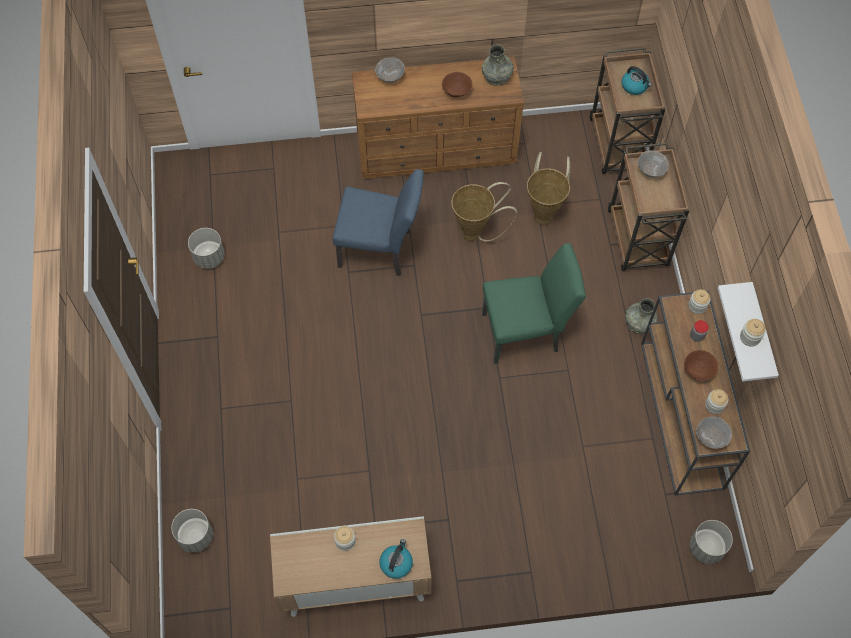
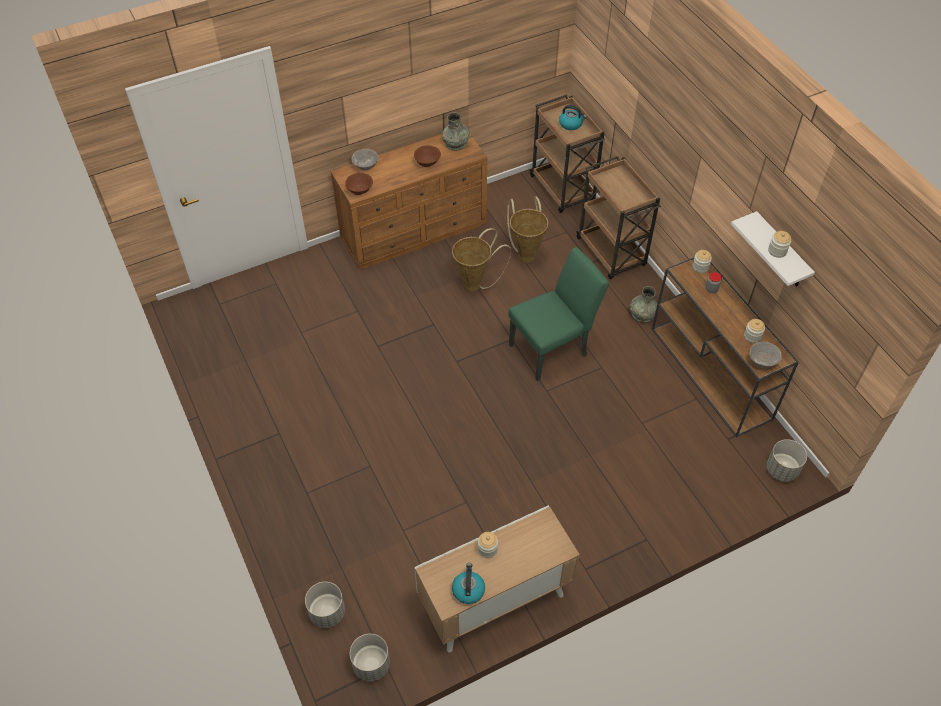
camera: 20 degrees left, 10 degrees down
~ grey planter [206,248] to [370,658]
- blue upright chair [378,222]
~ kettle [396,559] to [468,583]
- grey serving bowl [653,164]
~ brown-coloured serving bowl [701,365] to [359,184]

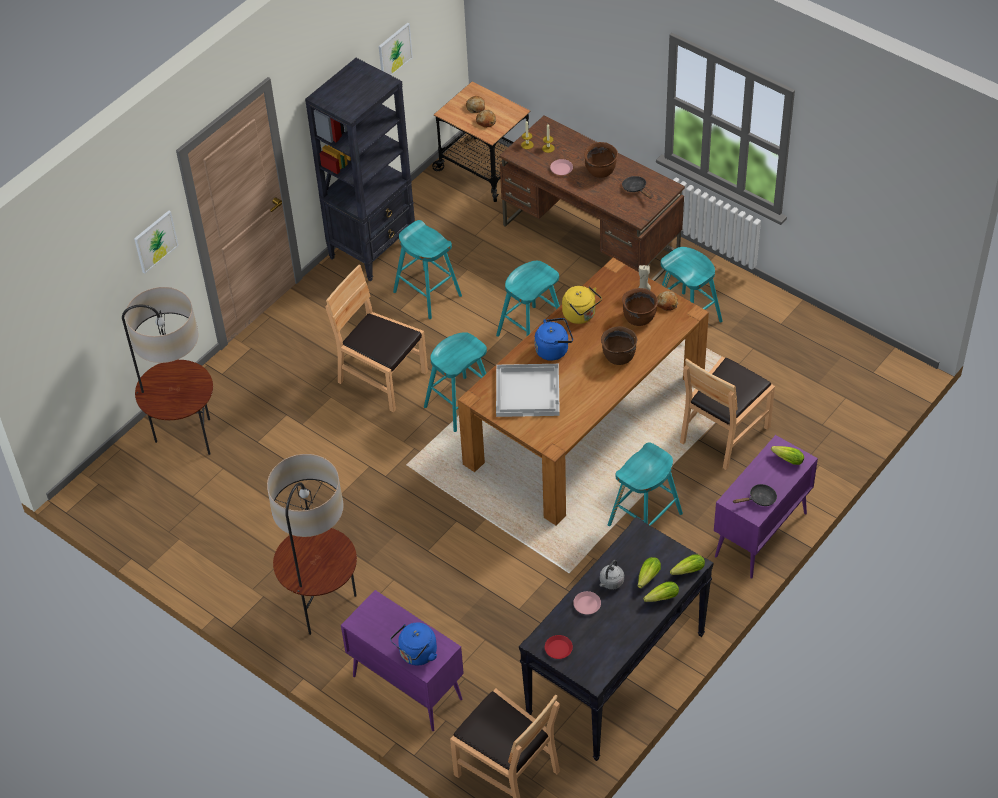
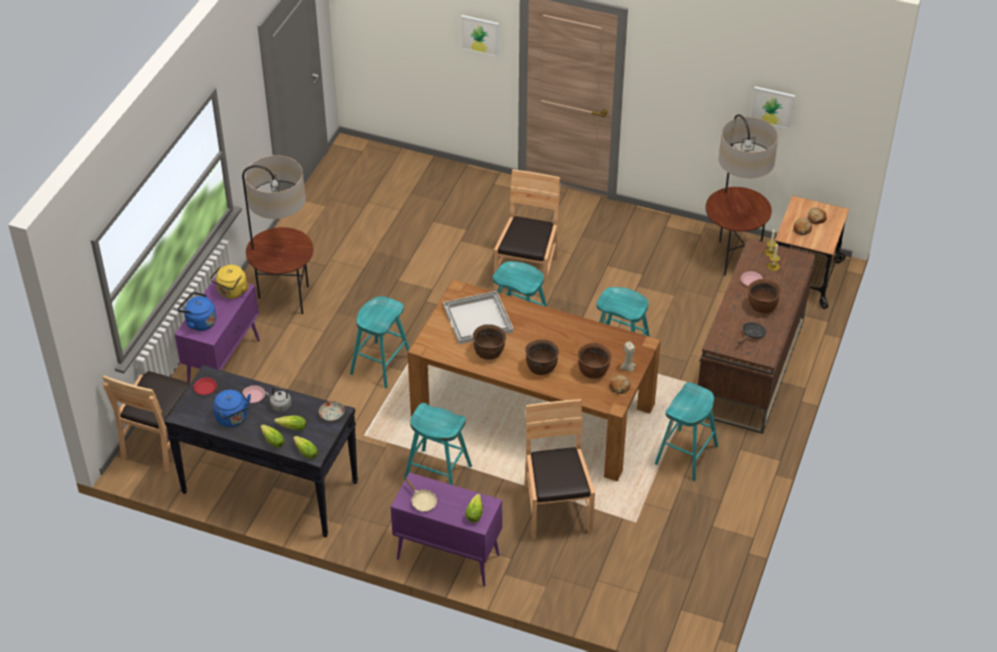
camera: 70 degrees right, 5 degrees down
~ floor lamp [167,371] to [742,195]
- black-coloured bookcase [360,170]
~ turquoise stool seat [427,269] to [380,342]
~ blue kettle [553,339] to [232,408]
~ yellow kettle [582,305] to [229,282]
~ brown-coloured upright chair [727,413] = [559,469] 60 degrees clockwise
~ black-coloured skillet [755,495] to beige-coloured skillet [421,495]
+ flat dish [332,411]
+ brown-coloured saucepot [489,342]

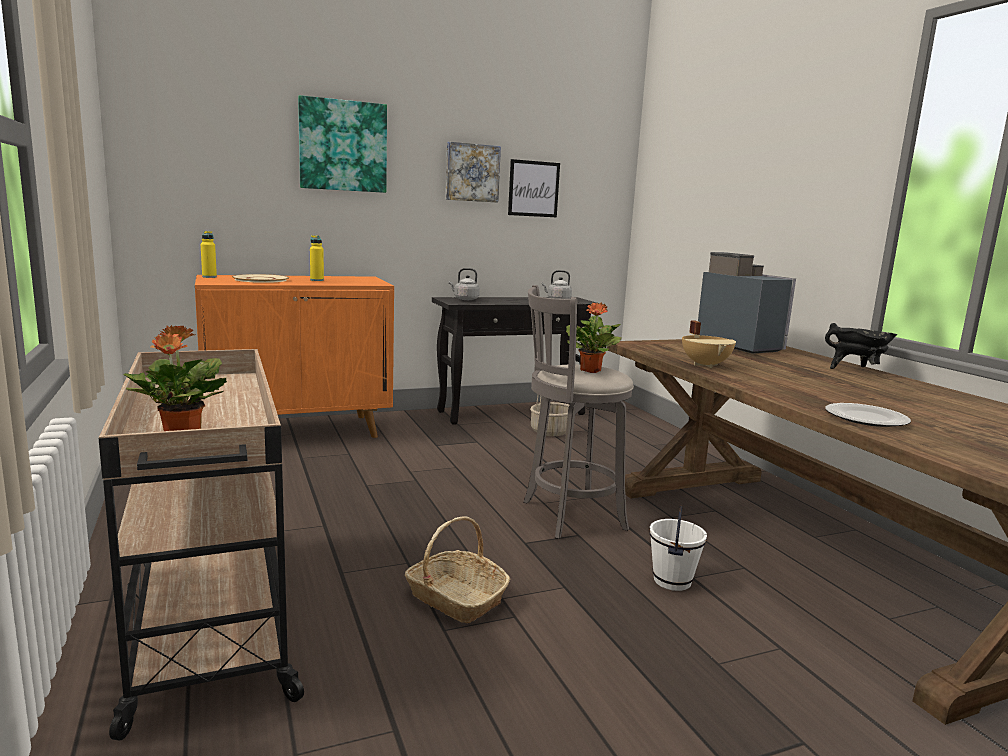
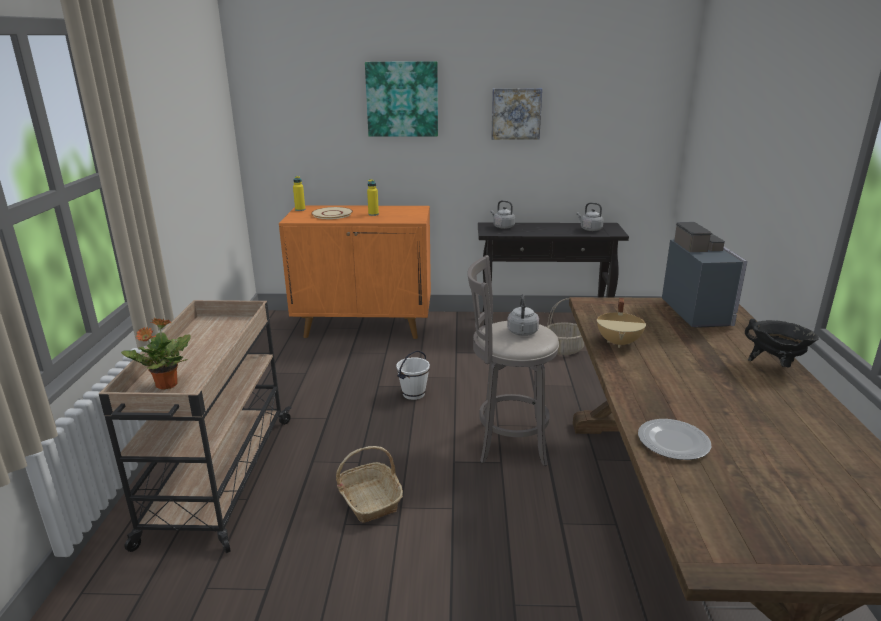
camera: 25 degrees right, 10 degrees up
- wall picture [534,188]
~ potted plant [594,338] to grey kettle [523,315]
~ whitish water bucket [678,548] to [413,375]

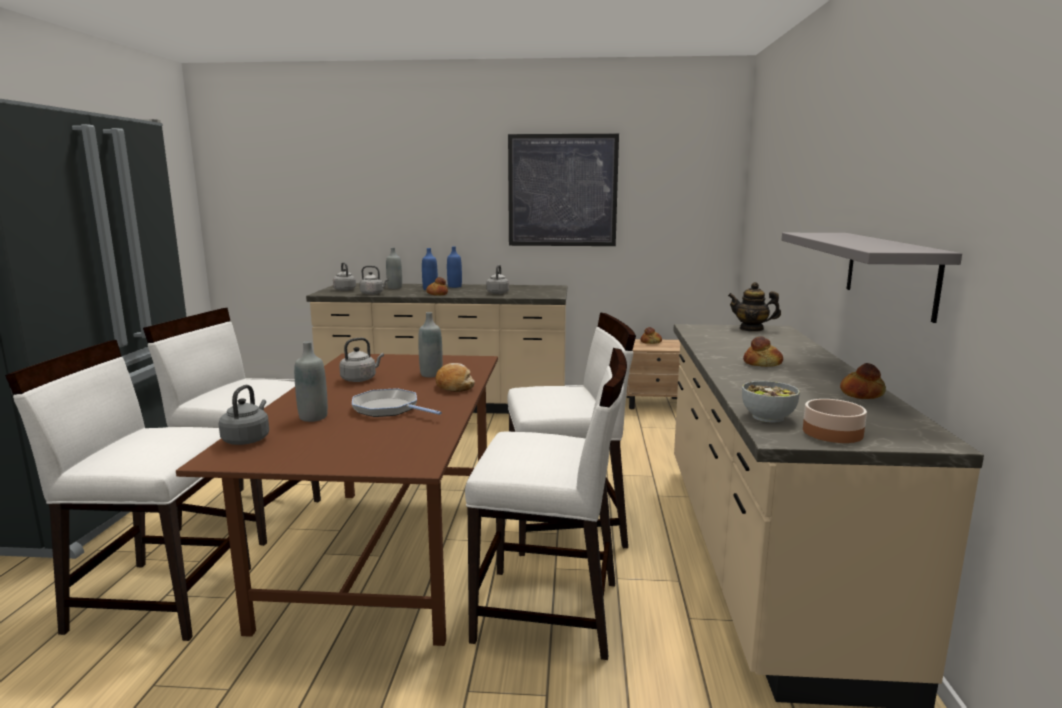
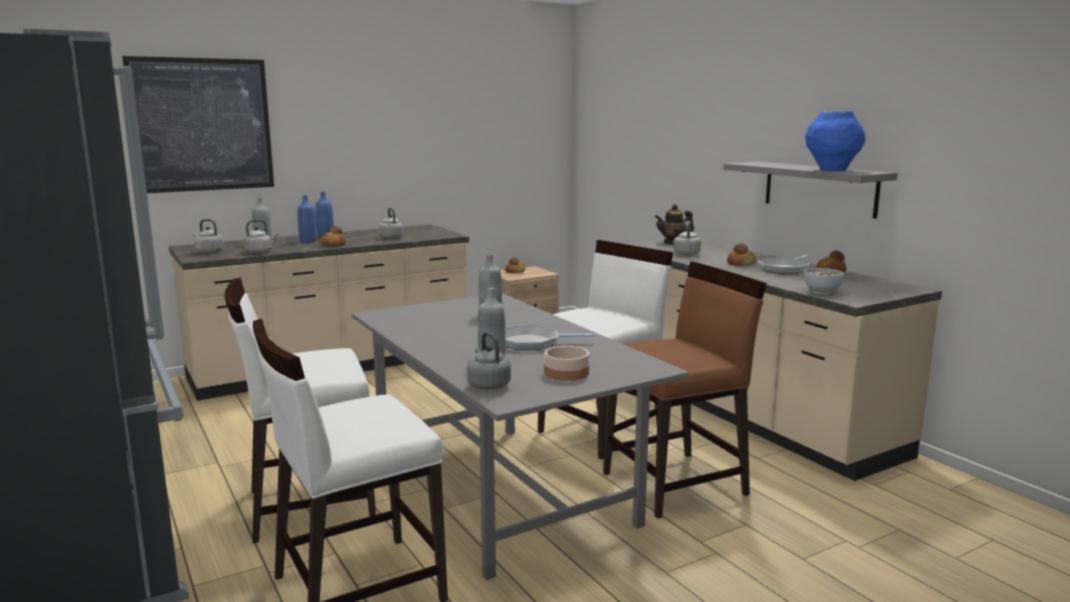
camera: 35 degrees left, 0 degrees up
~ brown-coloured dining table [337,499] to grey dining table [520,436]
~ grey kettle [361,360] to [687,238]
- baked bread [455,377]
~ whitish upright chair [546,504] to brown-coloured upright chair [685,390]
~ wall picture [563,190] to [198,124]
~ serving bowl [835,421] to [566,363]
+ skillet [783,264]
+ blue decorative vase [835,141]

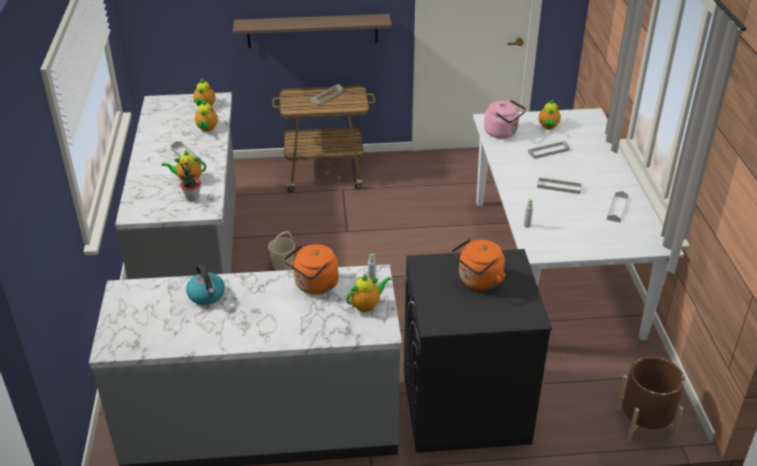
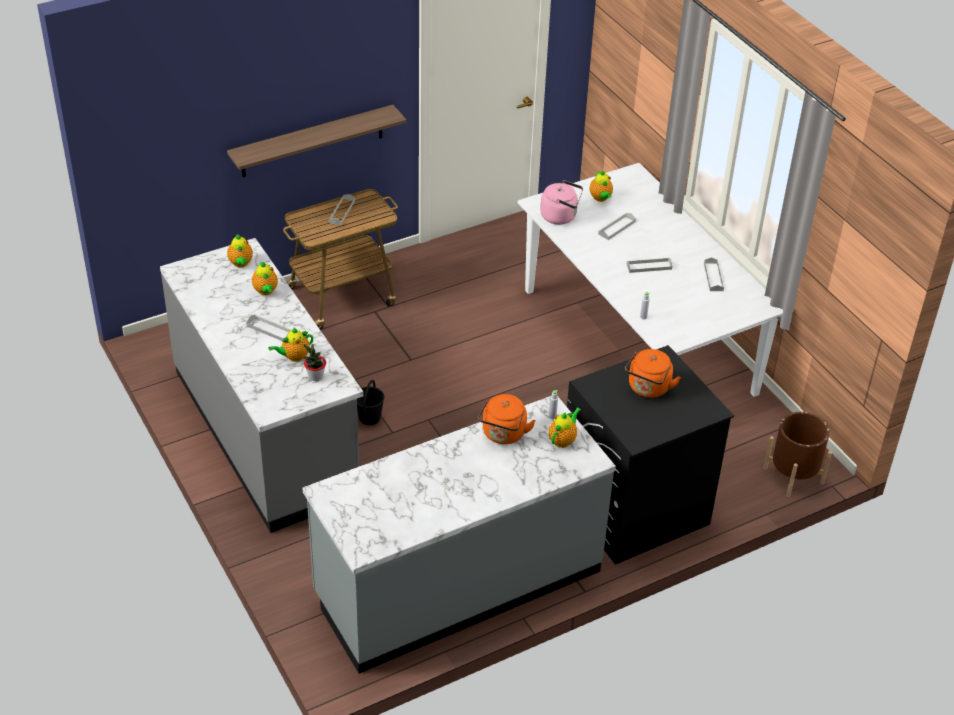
camera: 25 degrees left, 5 degrees up
- kettle [205,284]
~ beige-coloured water bucket [281,251] to black-coloured water bucket [370,402]

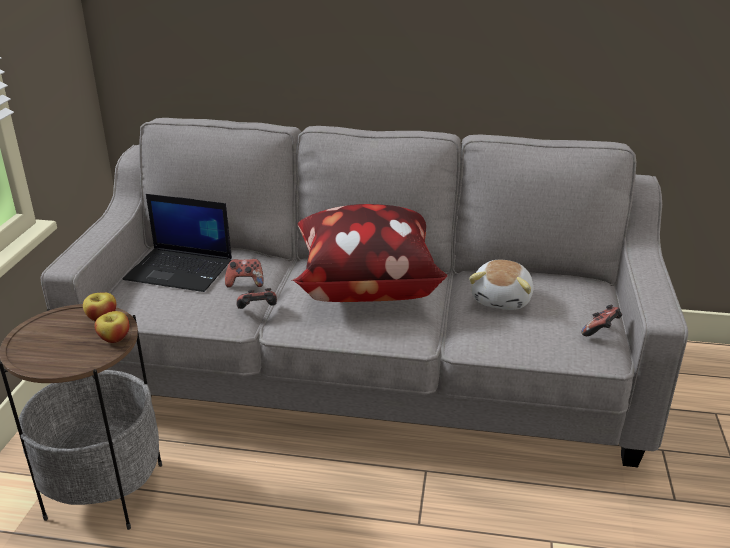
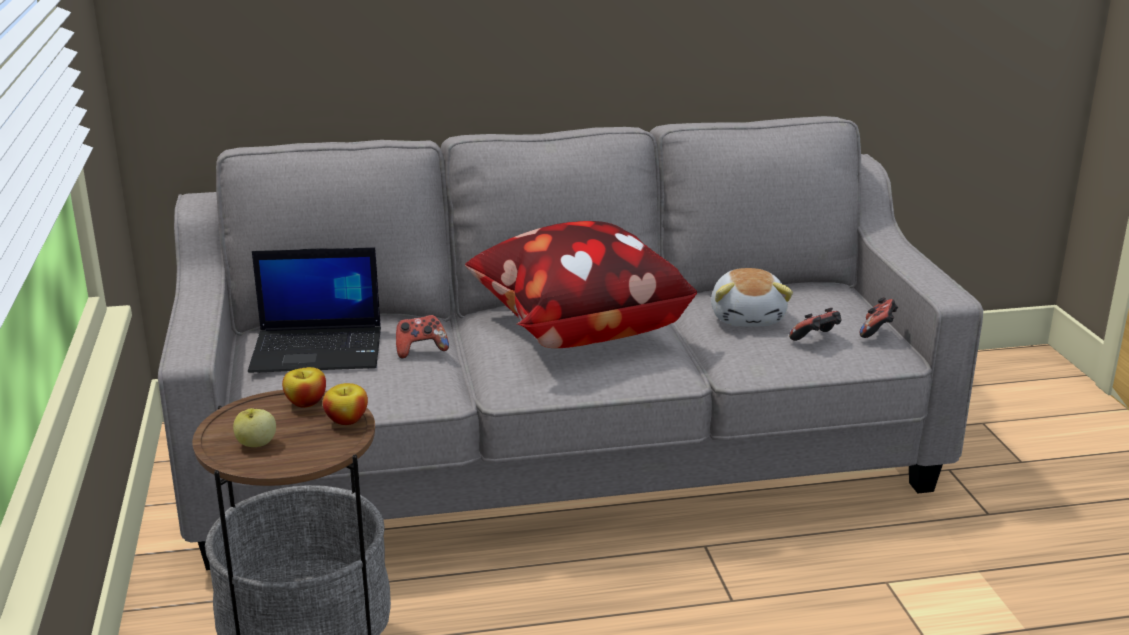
camera: 20 degrees left, 5 degrees down
~ game controller [256,298] to [815,324]
+ whole apple [254,427]

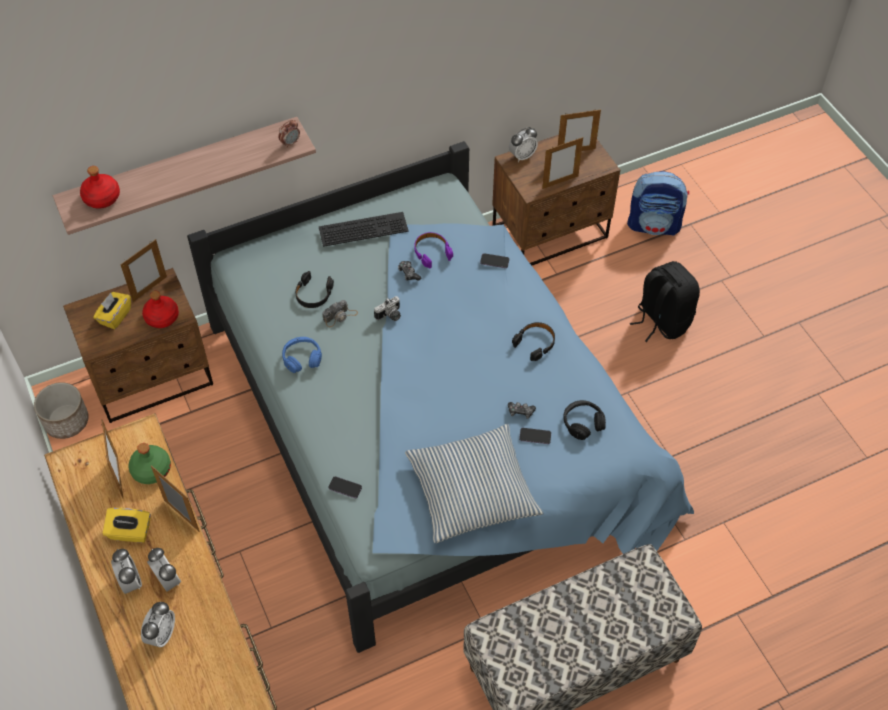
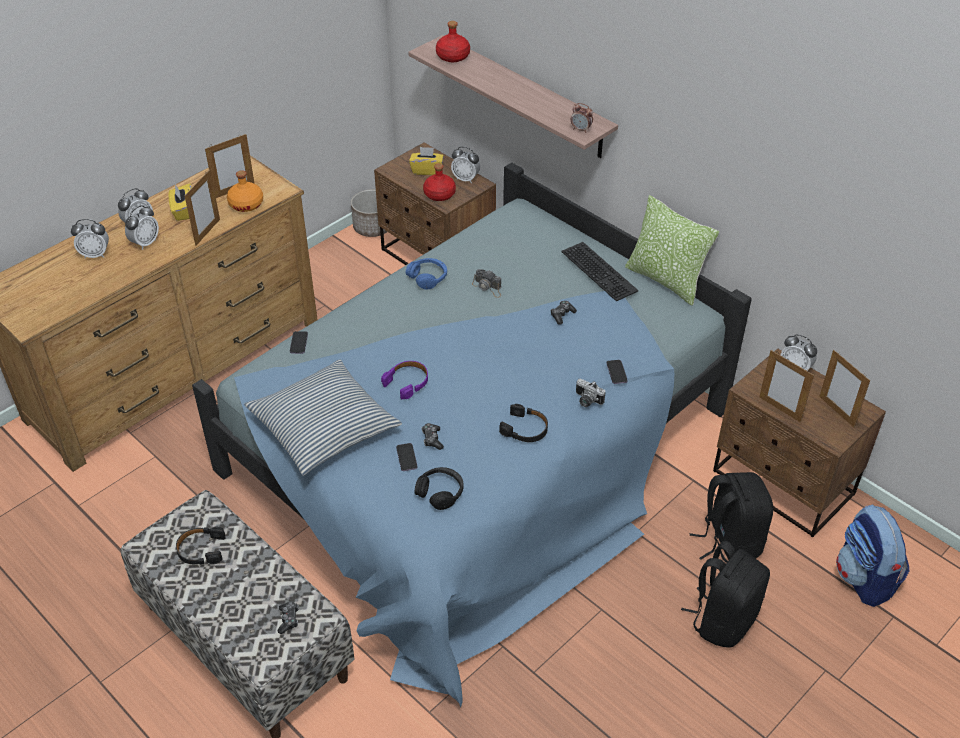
camera: 70 degrees right, 10 degrees down
~ picture frame [143,270] to table clock [465,165]
~ green-coloured beverage bottle [150,463] to orange beverage bottle [245,191]
~ black-coloured pair of headphones [314,289] to [201,546]
~ still camera [387,308] to [591,392]
~ purplish pair of headphones [433,250] to [404,380]
+ game controller [288,617]
+ pillow [672,250]
+ black-coloured rucksack [731,517]

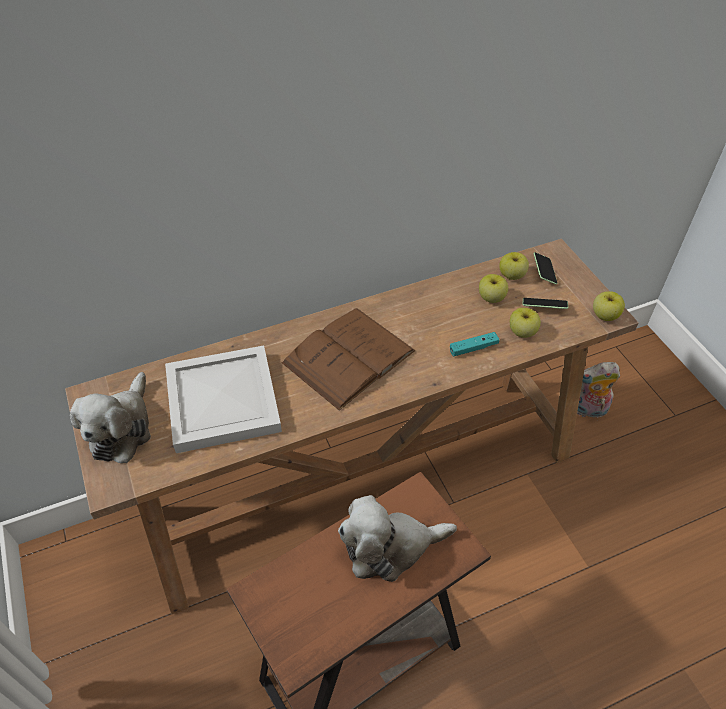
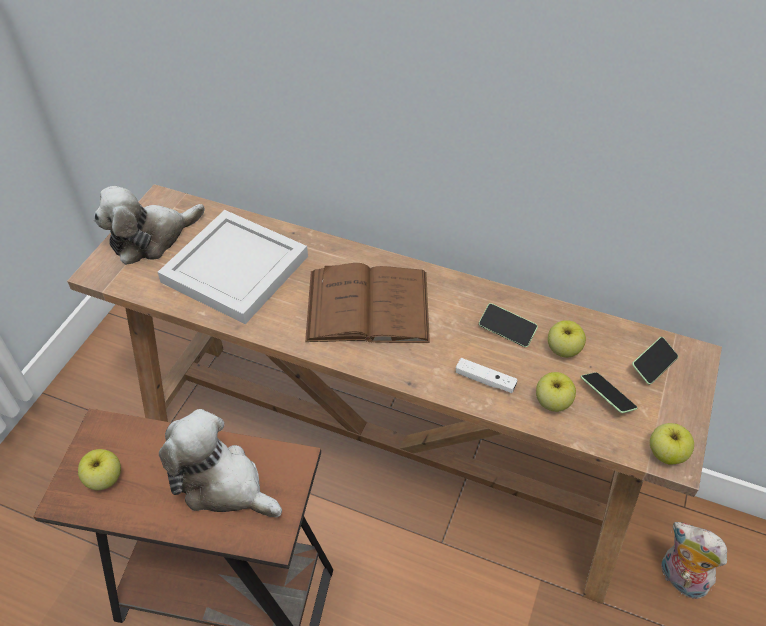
camera: 45 degrees right, 0 degrees up
~ turquoise game controller [474,344] to whitish game controller [486,375]
~ whole apple [514,266] to [99,469]
+ handset [508,325]

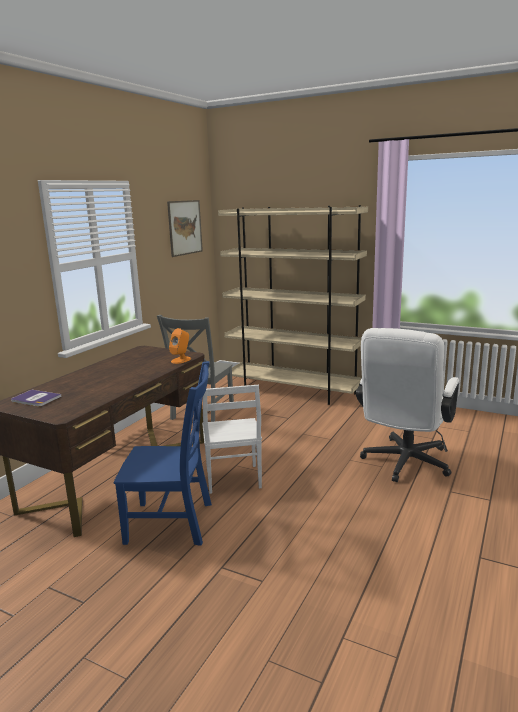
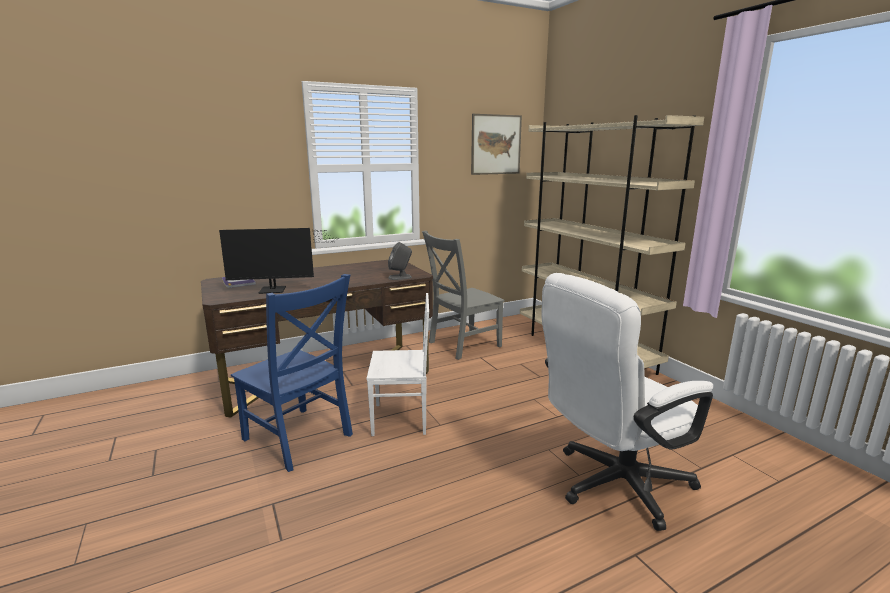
camera: 35 degrees right, 0 degrees up
~ orange loudspeaker [180,346] to grey loudspeaker [400,261]
~ whitish upright chair [232,439] = [397,364] 120 degrees counterclockwise
+ computer display [279,261]

